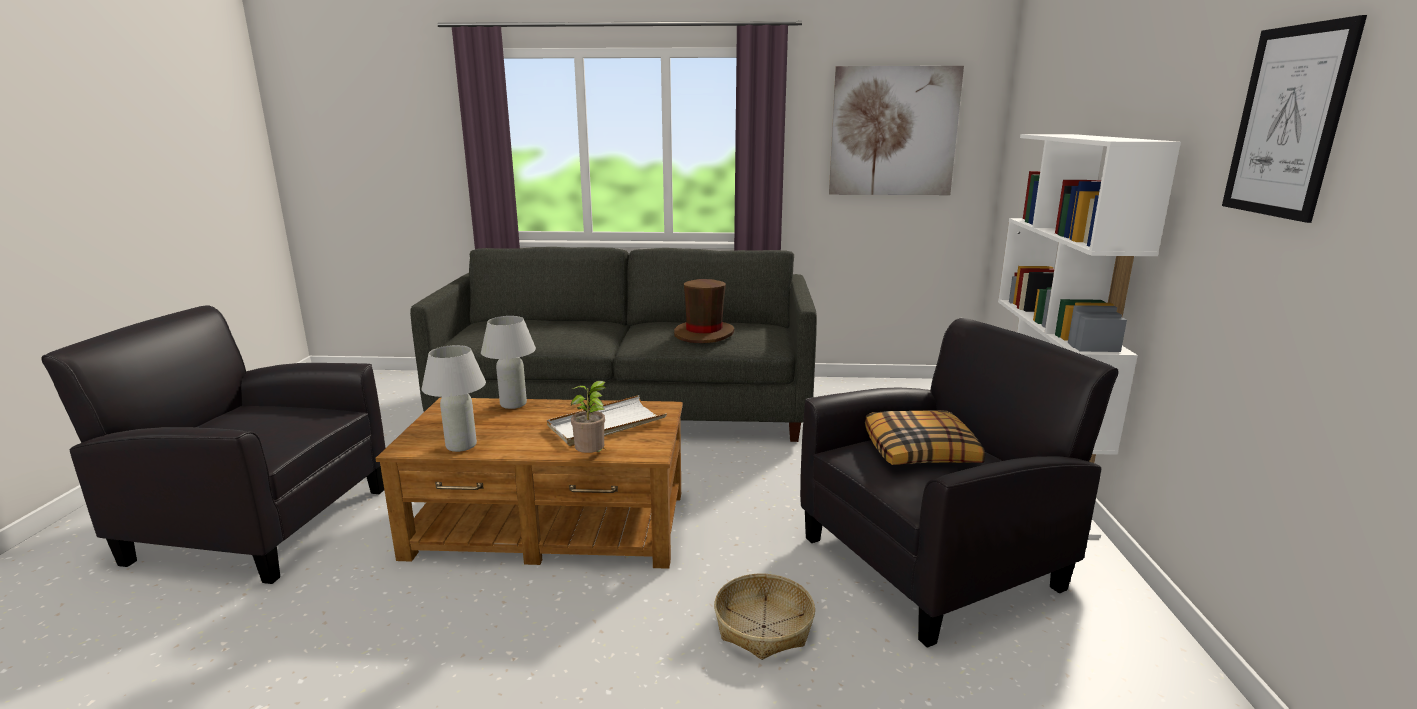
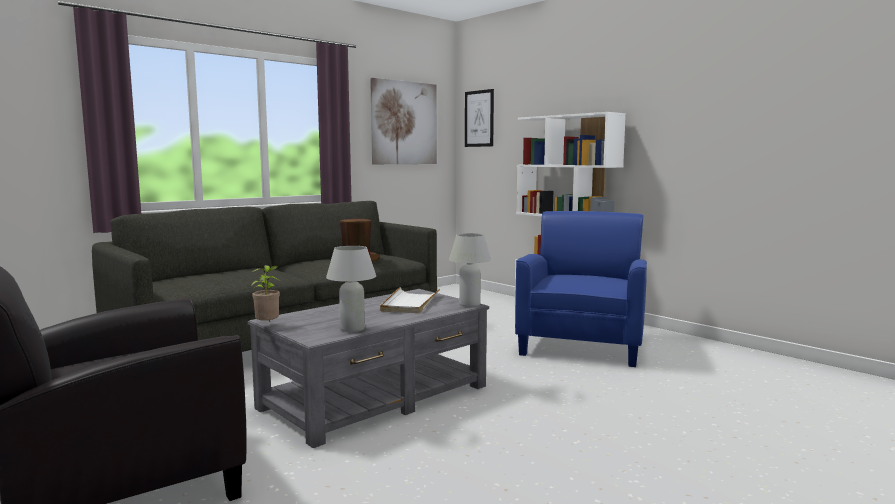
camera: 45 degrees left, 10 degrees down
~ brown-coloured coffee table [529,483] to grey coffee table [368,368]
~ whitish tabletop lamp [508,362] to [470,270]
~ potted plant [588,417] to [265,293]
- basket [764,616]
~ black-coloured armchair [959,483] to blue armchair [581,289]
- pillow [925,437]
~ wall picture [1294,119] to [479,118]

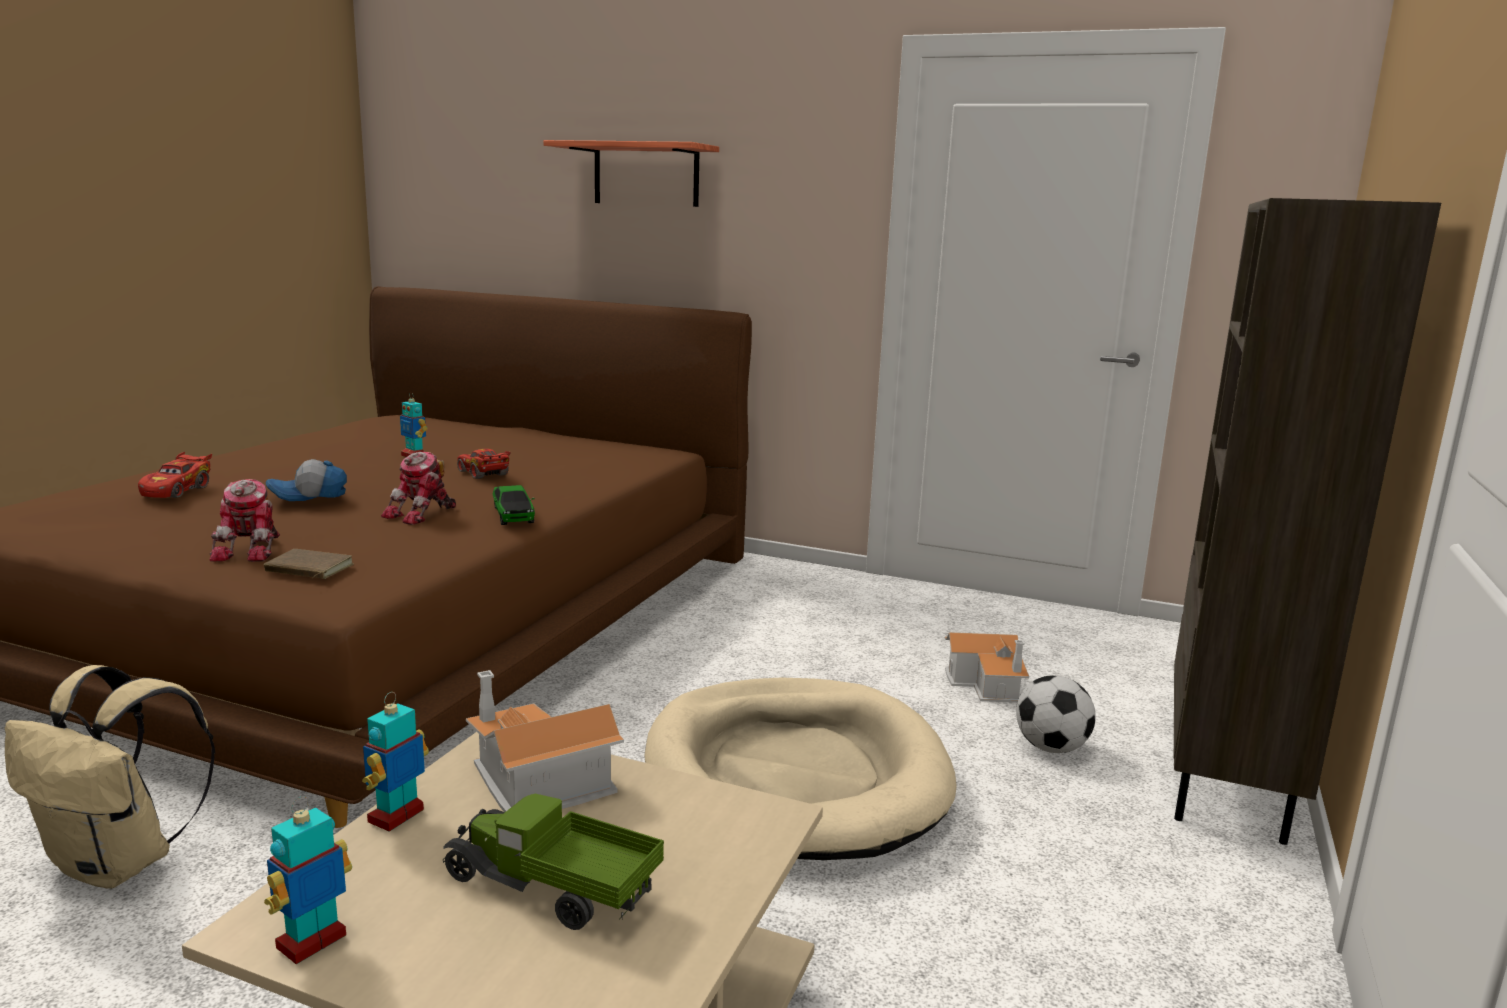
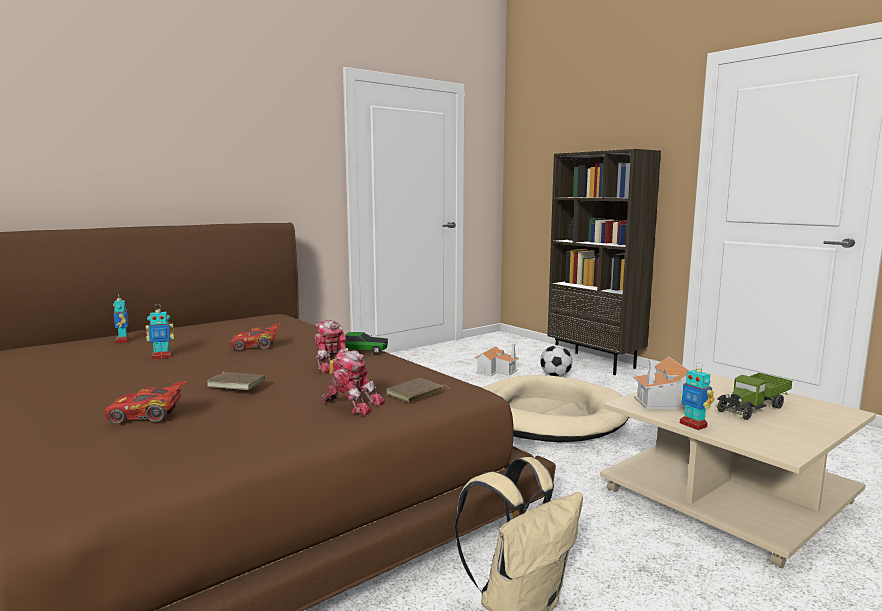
camera: 60 degrees left, 5 degrees down
~ red toy car [175,475] = [145,402] 135 degrees clockwise
~ robot figure [308,880] to [121,318]
~ peaked cap [306,480] to brown-coloured volume [236,380]
- wall shelf [631,173]

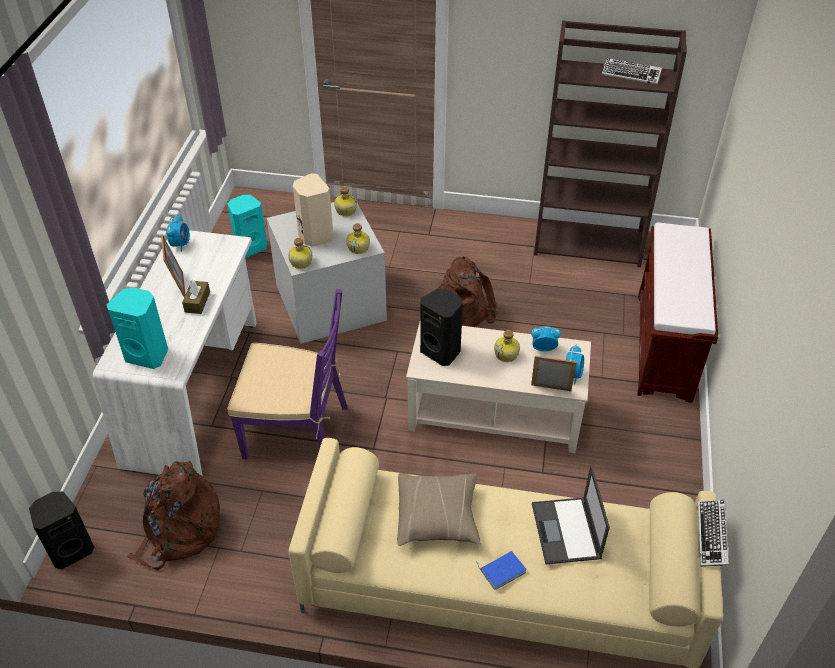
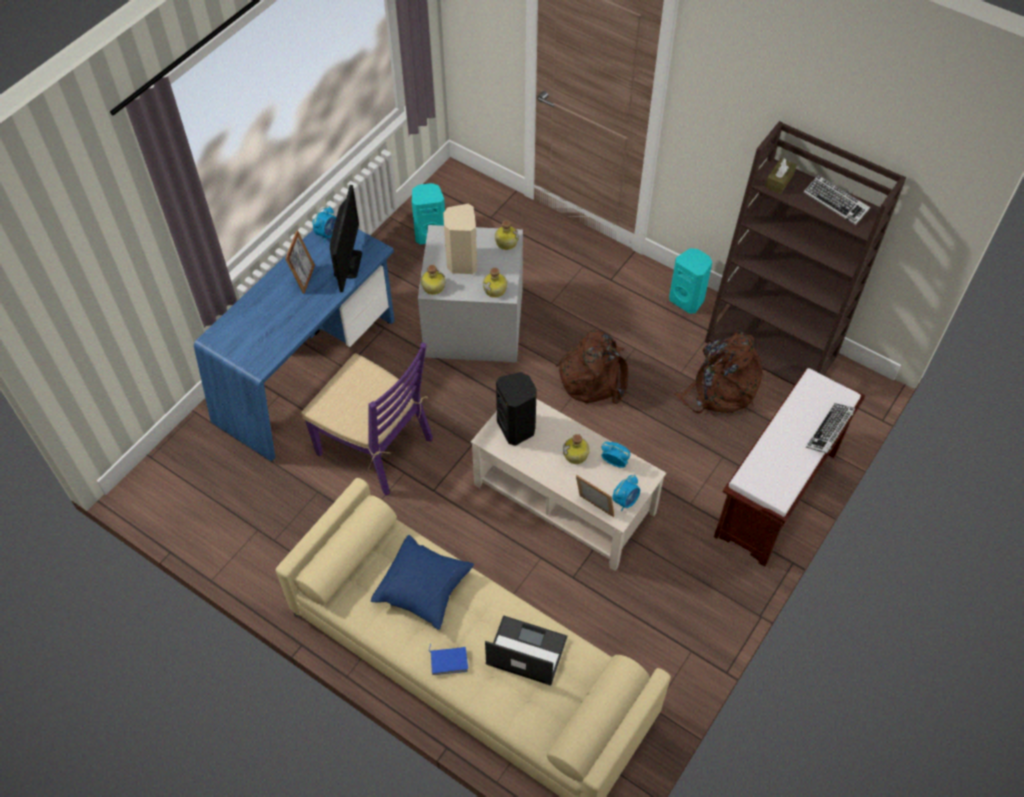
camera: 25 degrees right, 10 degrees up
- black-coloured loudspeaker [61,530]
~ whitish desk [175,353] to blue desk [294,338]
~ turquoise loudspeaker [137,328] to [690,281]
~ brown-coloured rucksack [173,515] to [718,372]
~ brown-coloured tissue holder [196,297] to [781,176]
~ beige-coloured pillow [439,509] to blue pillow [422,582]
~ laptop [571,515] = [526,650] 90 degrees clockwise
~ keyboard [713,533] to [830,428]
+ computer display [346,238]

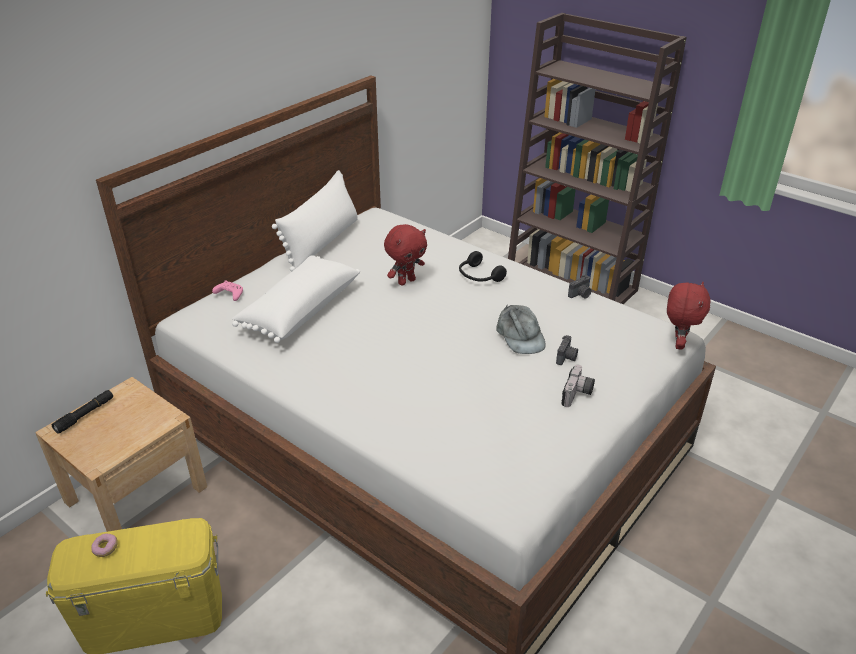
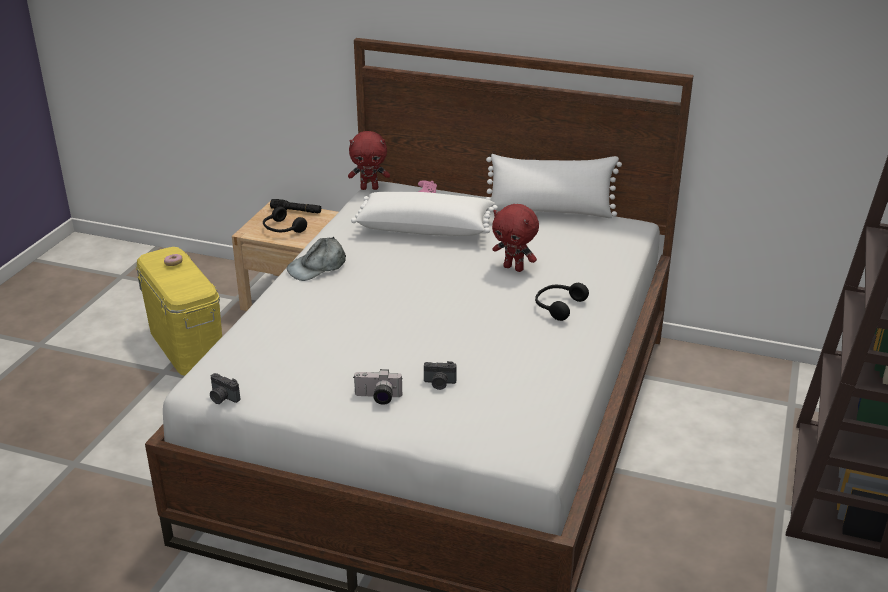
camera: 70 degrees right, 5 degrees down
~ grey peaked cap [521,329] to [316,259]
~ still camera [580,287] to [225,388]
~ red plush toy [688,316] to [369,160]
+ black-coloured pair of headphones [285,220]

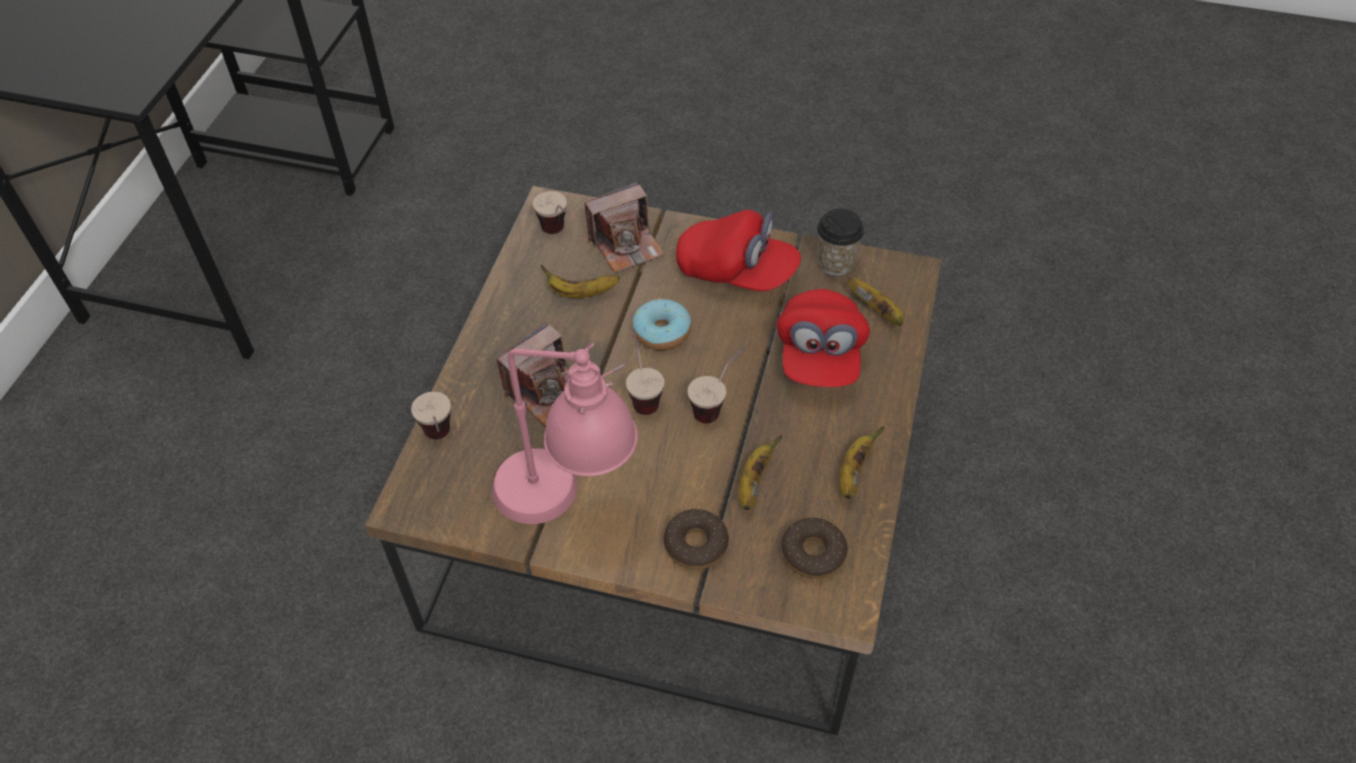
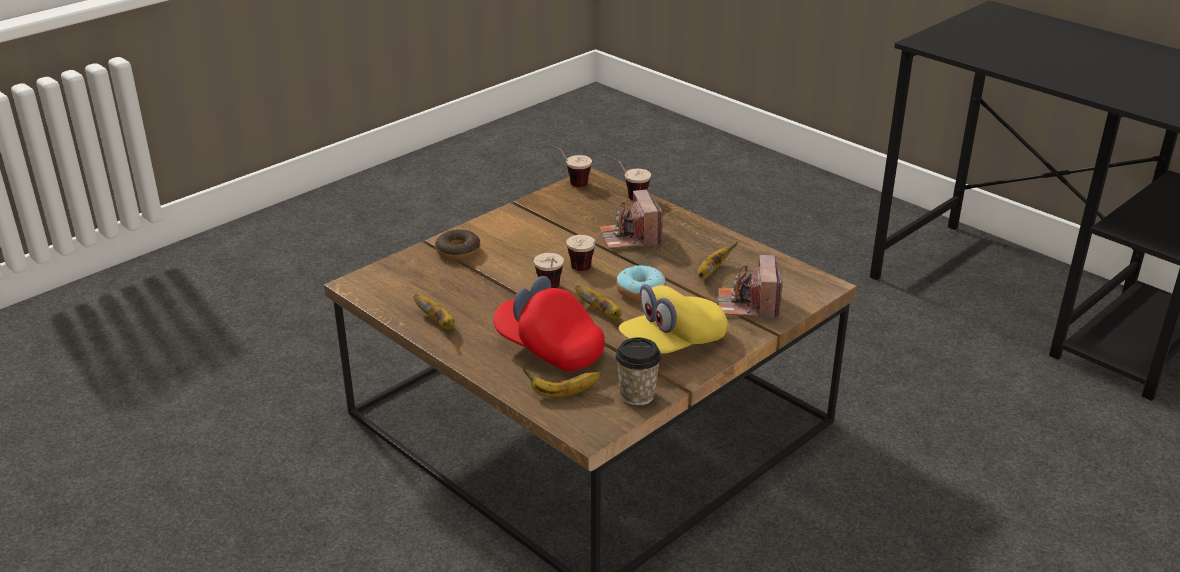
camera: 120 degrees right, 20 degrees down
- pink-coloured tabletop lamp [565,433]
~ cup [550,212] to [568,165]
~ red peaked cap [738,250] to yellow peaked cap [673,319]
~ whole banana [760,472] to [598,302]
- donut [814,548]

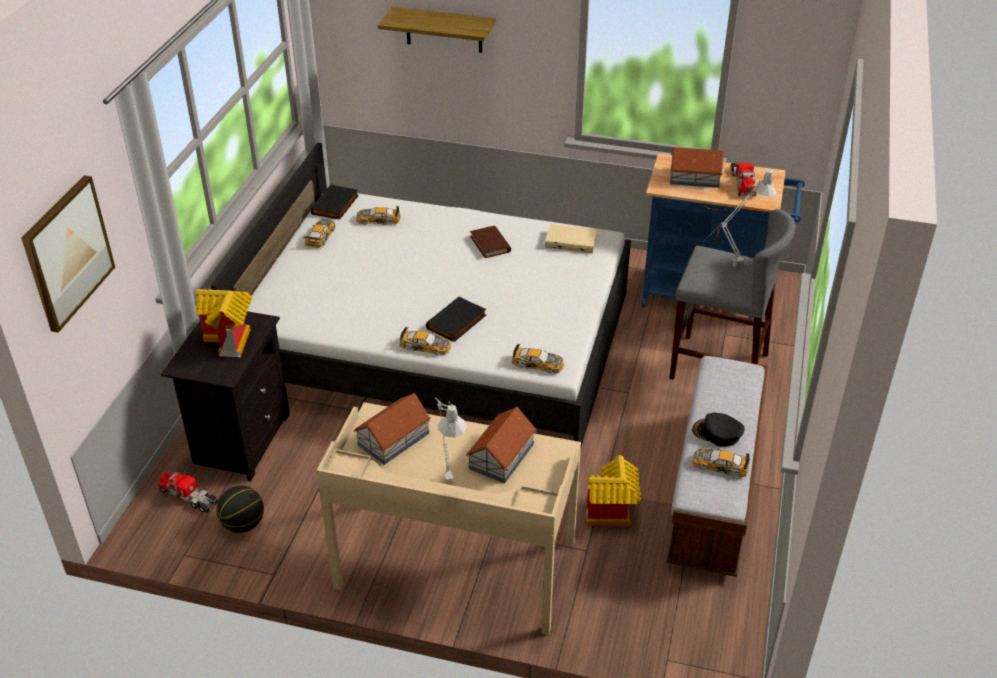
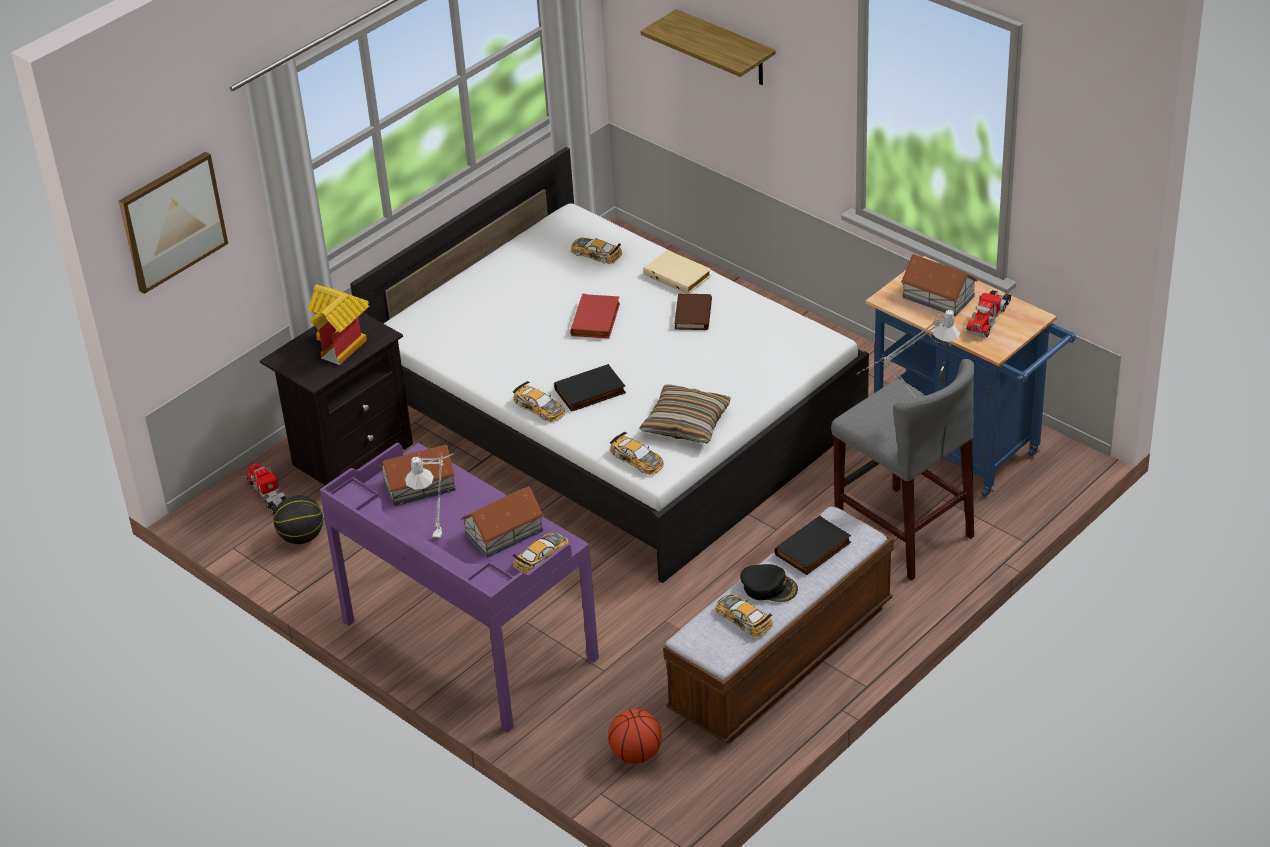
camera: 30 degrees right, 0 degrees up
~ toy car [319,233] to [541,552]
~ black-coloured volume [335,202] to [813,545]
~ beige-coloured desk [449,518] to purplish desk [459,587]
~ beige-coloured volume [571,238] to [677,272]
- miniature house [613,490]
~ black-coloured peaked cap [718,430] = [769,583] 150 degrees clockwise
+ red volume [595,316]
+ basketball ball [635,736]
+ pillow [685,414]

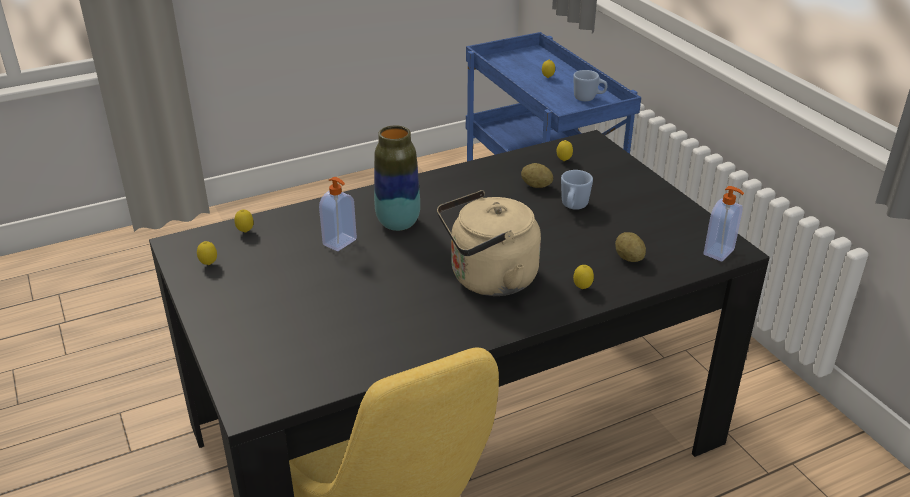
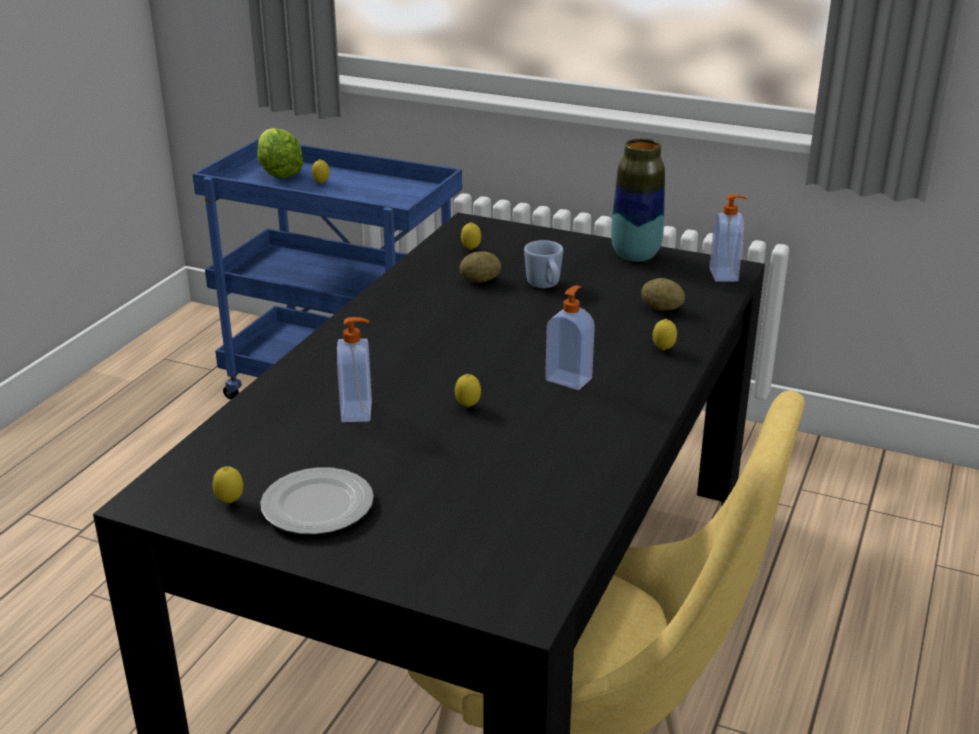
camera: 40 degrees left, 5 degrees down
~ citrus fruit [244,221] to [468,390]
~ decorative vase [397,178] to [638,200]
~ beige-coloured kettle [489,243] to liquid soap bottle [570,337]
- blue tea mug [590,85]
+ head of lettuce [280,153]
+ flat dish [317,501]

